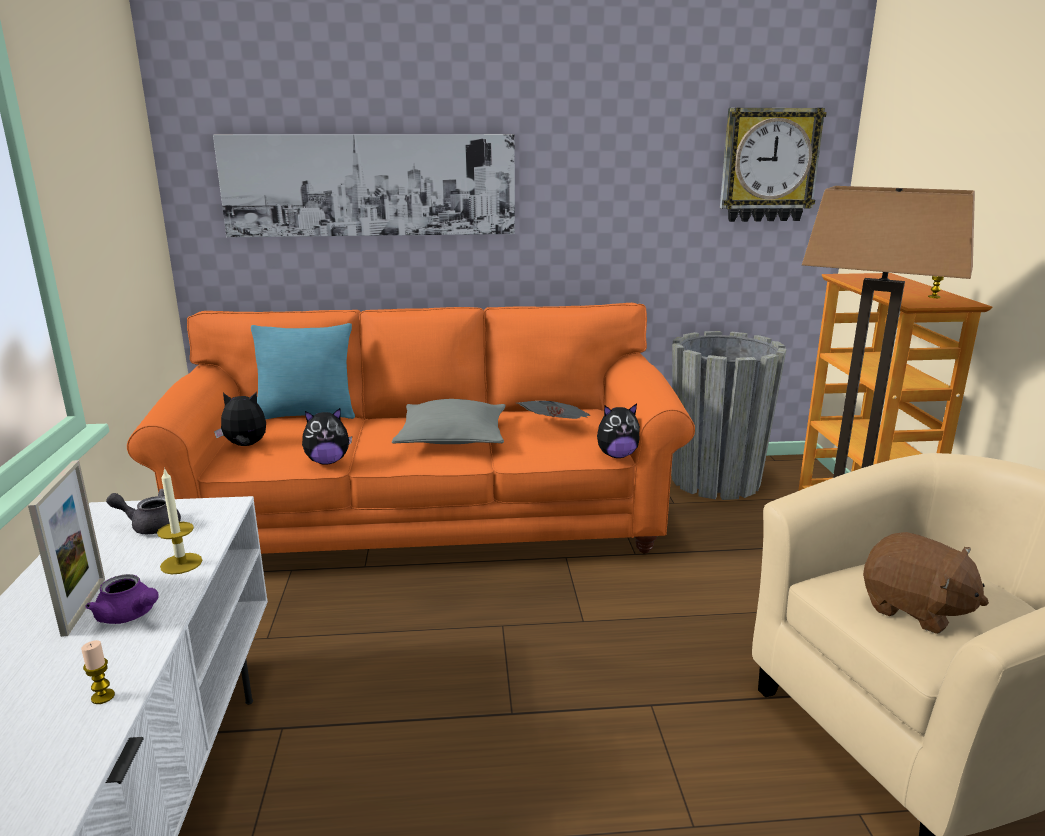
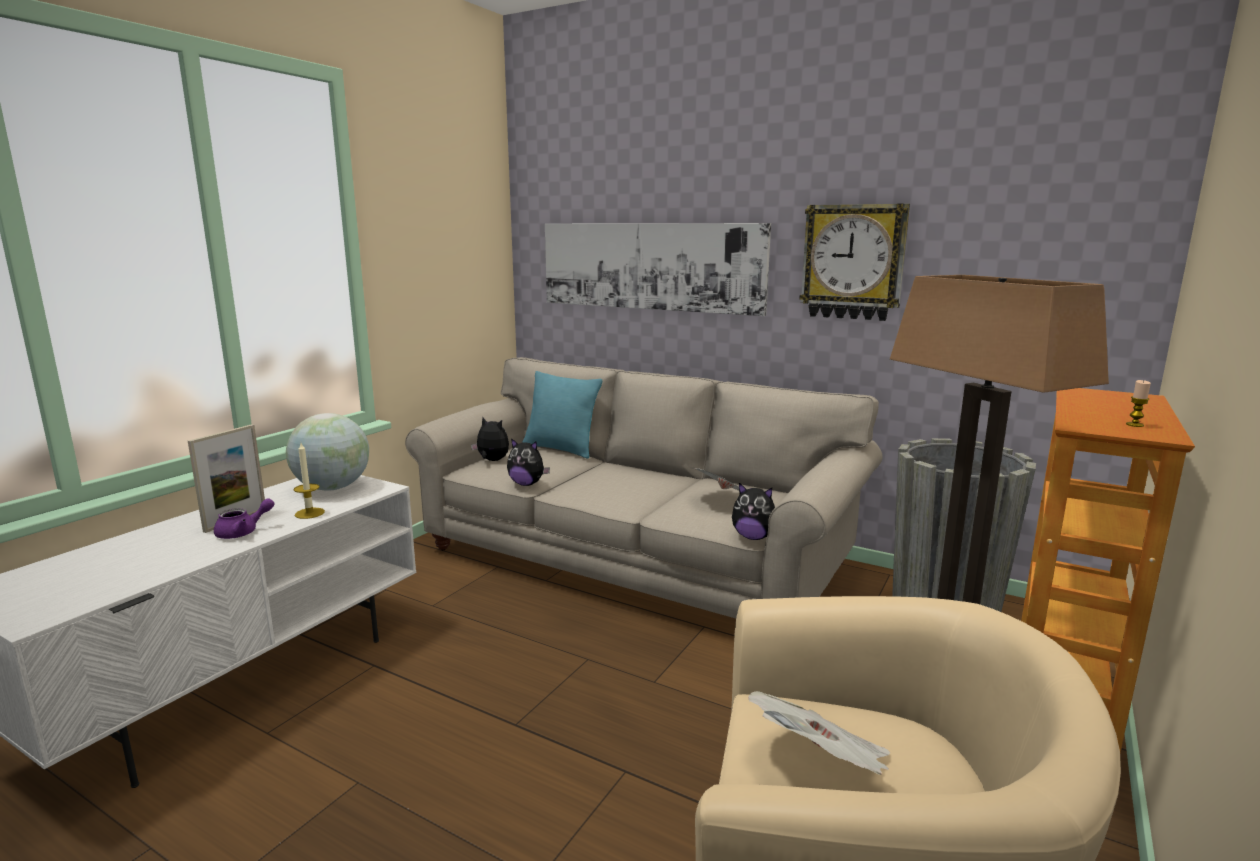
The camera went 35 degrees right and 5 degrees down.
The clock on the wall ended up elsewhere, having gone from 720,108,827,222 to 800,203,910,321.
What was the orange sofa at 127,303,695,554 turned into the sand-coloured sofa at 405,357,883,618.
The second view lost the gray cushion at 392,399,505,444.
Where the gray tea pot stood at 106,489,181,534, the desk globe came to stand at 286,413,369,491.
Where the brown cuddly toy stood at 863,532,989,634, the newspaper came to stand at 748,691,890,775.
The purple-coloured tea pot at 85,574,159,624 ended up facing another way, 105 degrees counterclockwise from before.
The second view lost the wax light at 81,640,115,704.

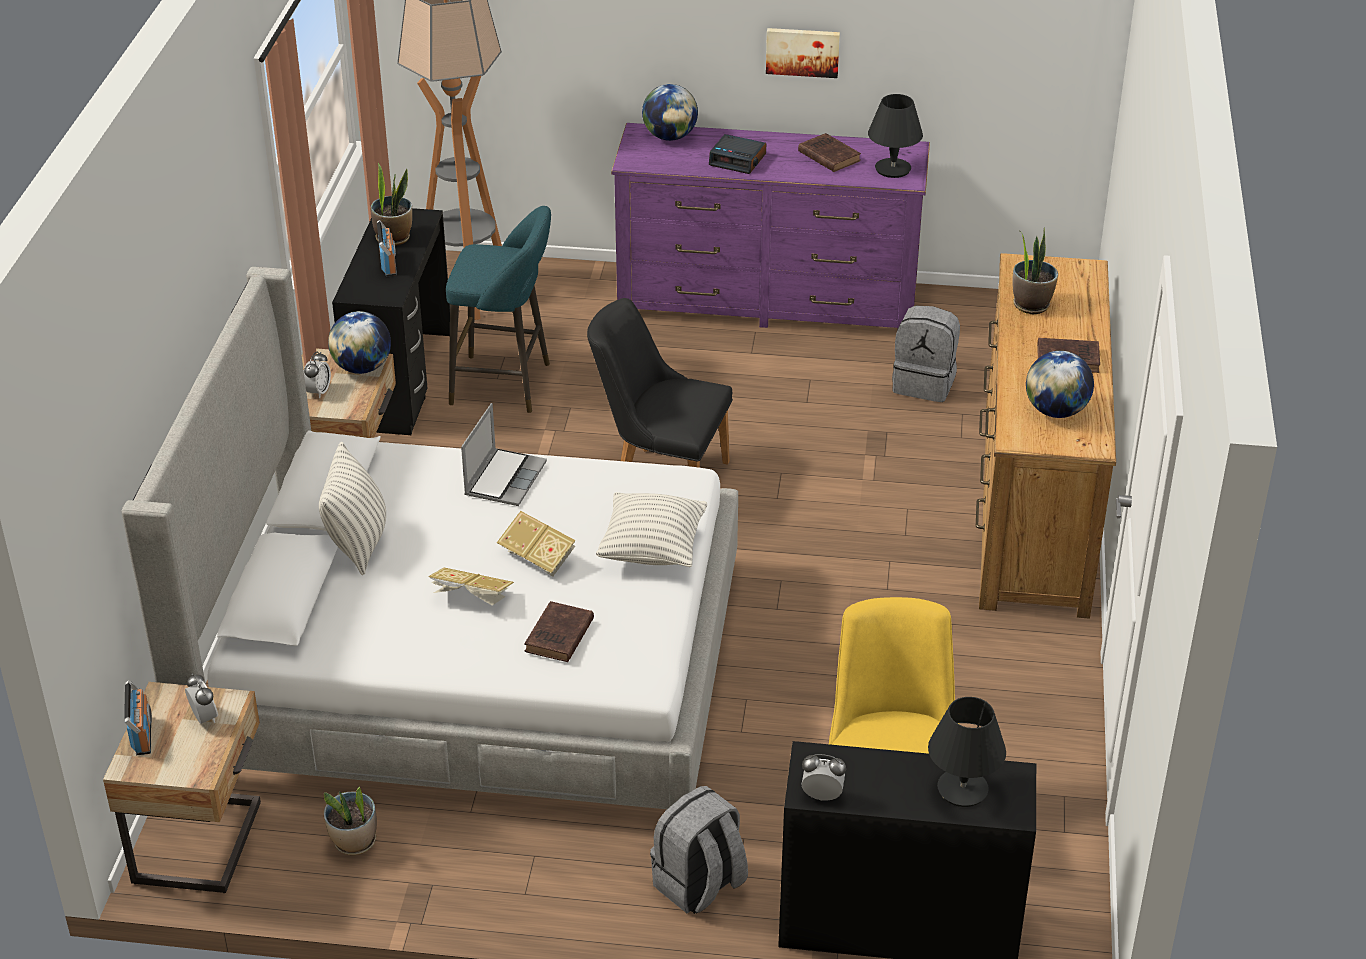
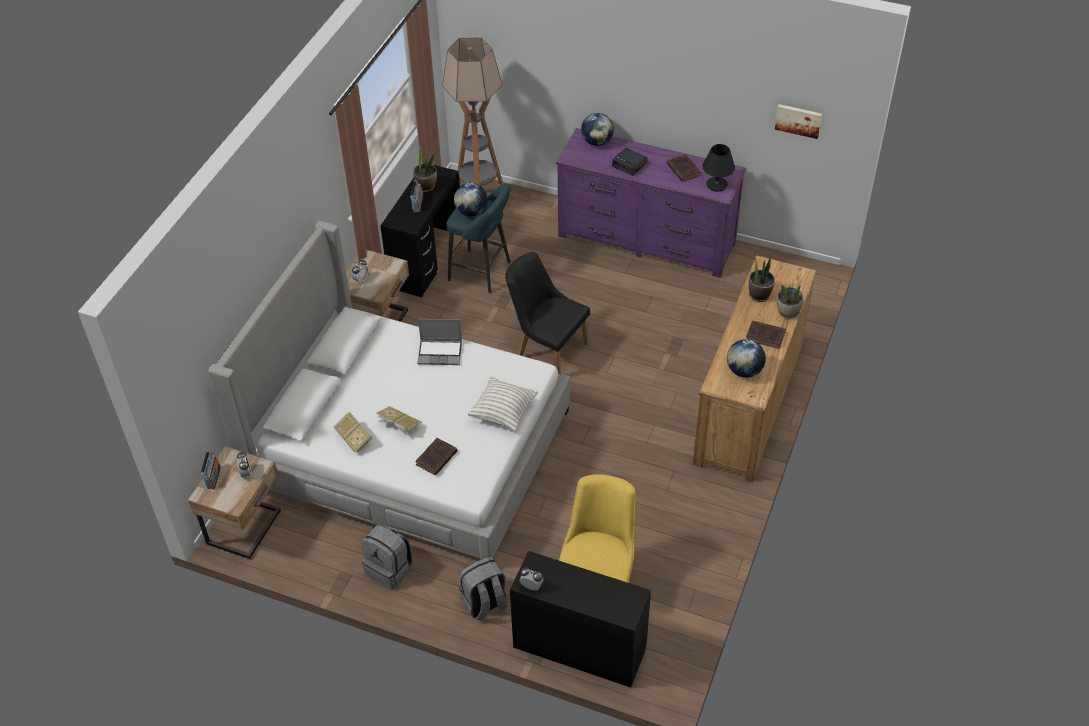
The camera went 15 degrees right and 10 degrees up.
The wall picture ended up elsewhere, having gone from 766,28,840,78 to 775,104,822,139.
The gray backpack ended up elsewhere, having gone from 892,306,960,402 to 361,525,413,589.
The desk globe ended up elsewhere, having gone from 328,311,391,374 to 454,183,487,217.
The portable computer at 461,403,547,506 ended up facing another way, 60 degrees clockwise from before.
The second view lost the cushion at 319,442,386,575.
The bound book ended up elsewhere, having gone from 497,511,576,577 to 334,411,372,453.
The second view lost the black-coloured tabletop lamp at 928,697,1006,807.
The houseplant ended up elsewhere, having gone from 324,787,377,855 to 777,285,803,319.

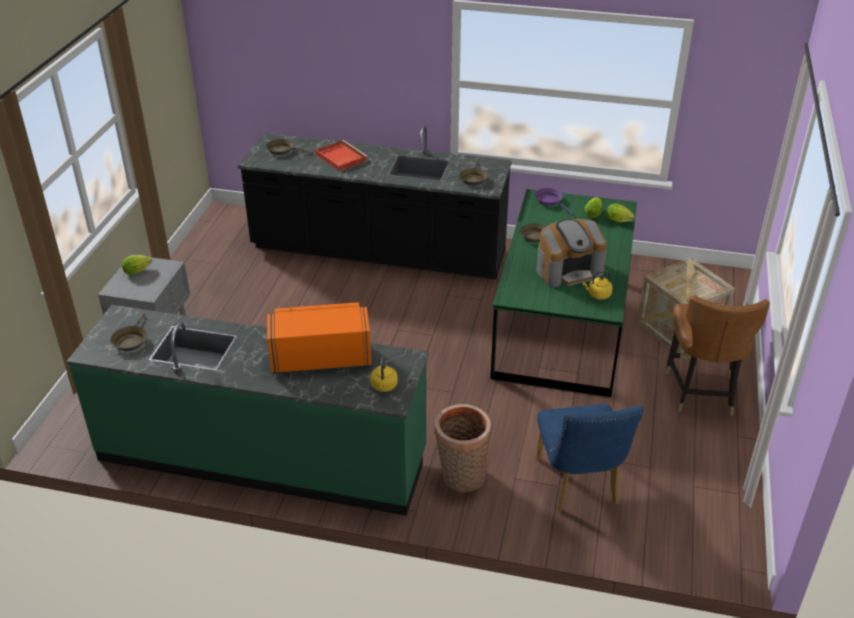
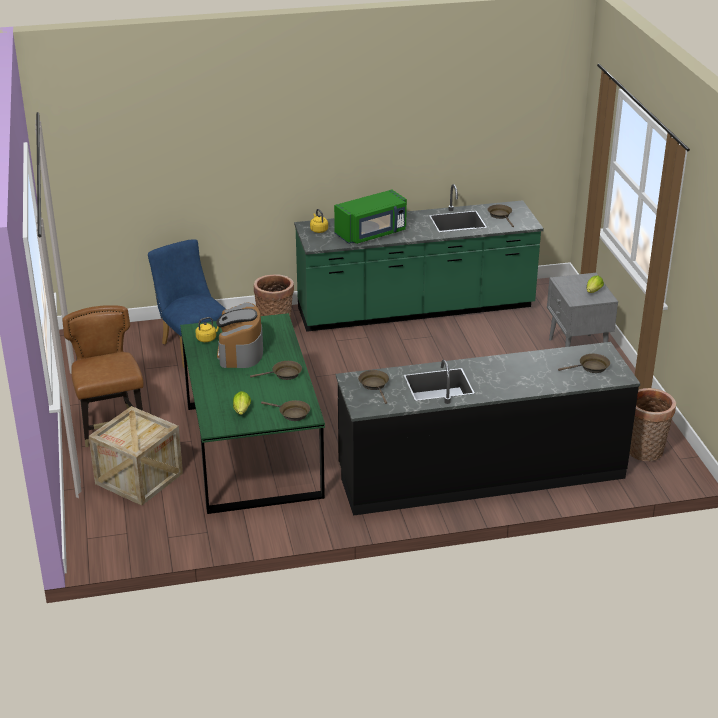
The camera went 155 degrees right and 5 degrees down.
The second view lost the reddish tray at 315,140,368,171.
What was the purple-coloured skillet at 534,188,574,215 turned into the brown skillet at 261,400,310,421.
The second view lost the lettuce at 606,203,635,222.
The coffee maker at 537,219,607,287 ended up facing another way, 45 degrees counterclockwise from before.
What was the orange microwave at 267,302,371,374 turned into the green-coloured microwave at 334,190,407,244.
The second view gained the basket at 629,388,676,461.

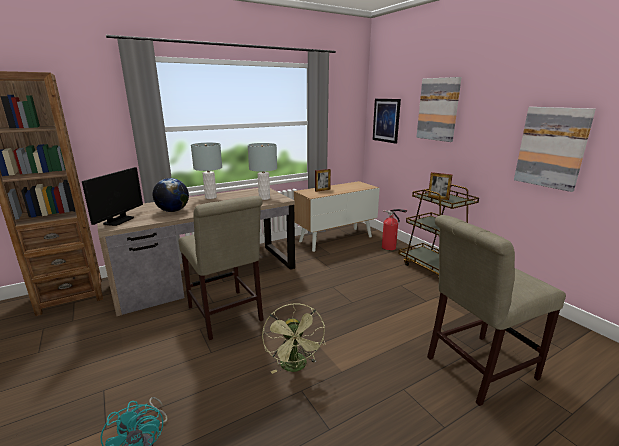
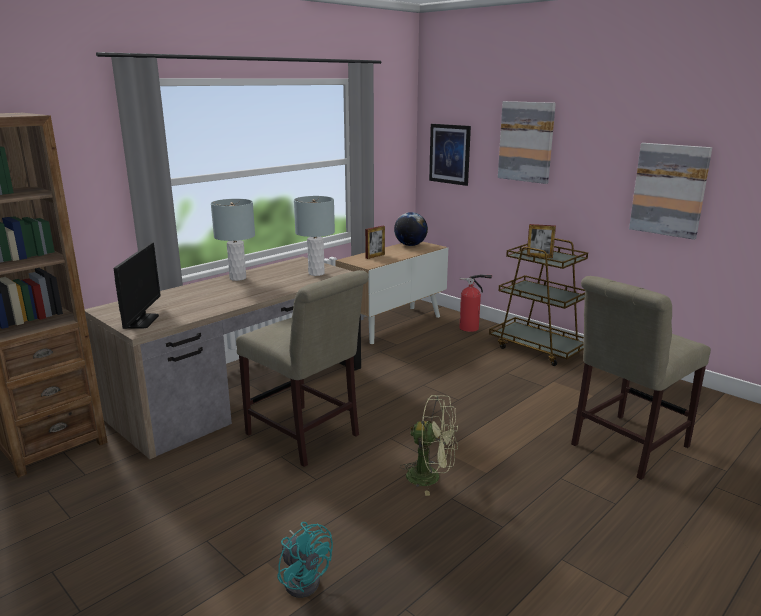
The camera went 15 degrees left and 0 degrees up.
The desk globe ended up elsewhere, having gone from 153,178,189,212 to 394,212,428,246.
The green-coloured electric fan at 262,303,325,374 ended up facing another way, 45 degrees counterclockwise from before.

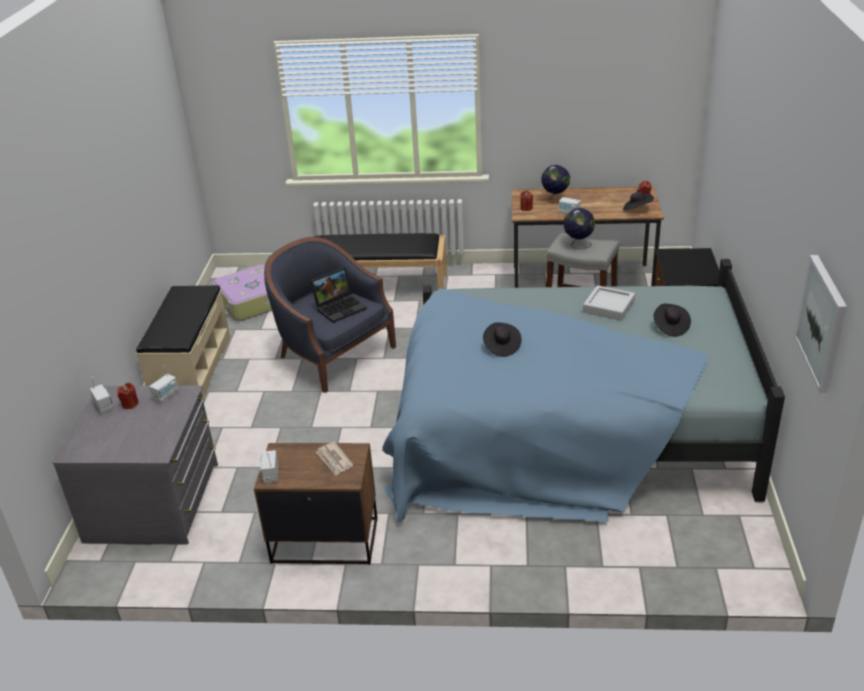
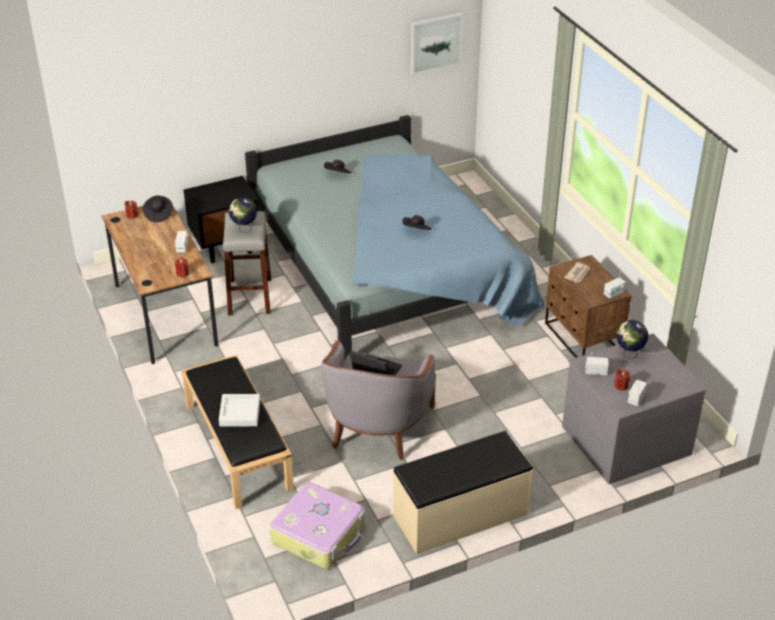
The camera went 120 degrees left and 5 degrees up.
The desk globe ended up elsewhere, having gone from 541,165,570,203 to 616,320,649,359.
What was the blue-coloured armchair at 264,237,396,393 turned into the gray armchair at 321,340,436,460.
The gray tray ended up elsewhere, having gone from 583,285,635,321 to 219,394,260,427.

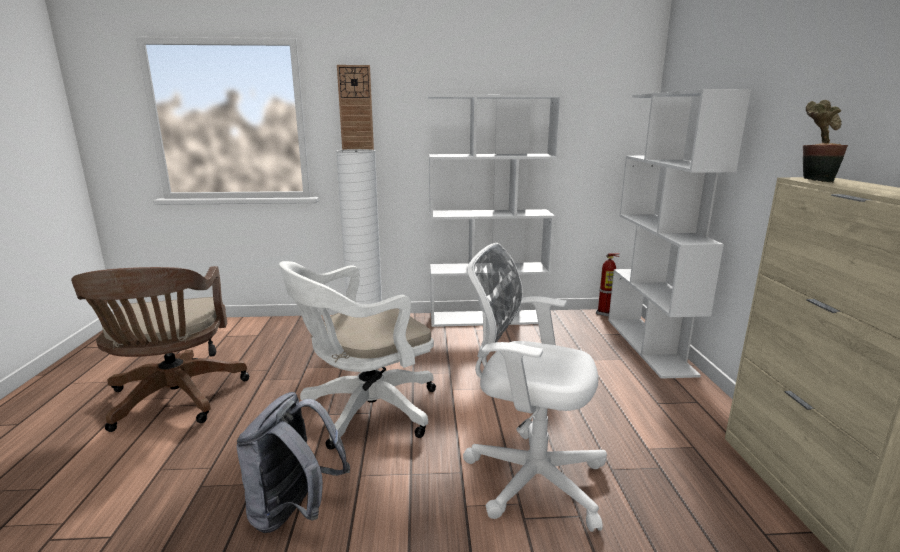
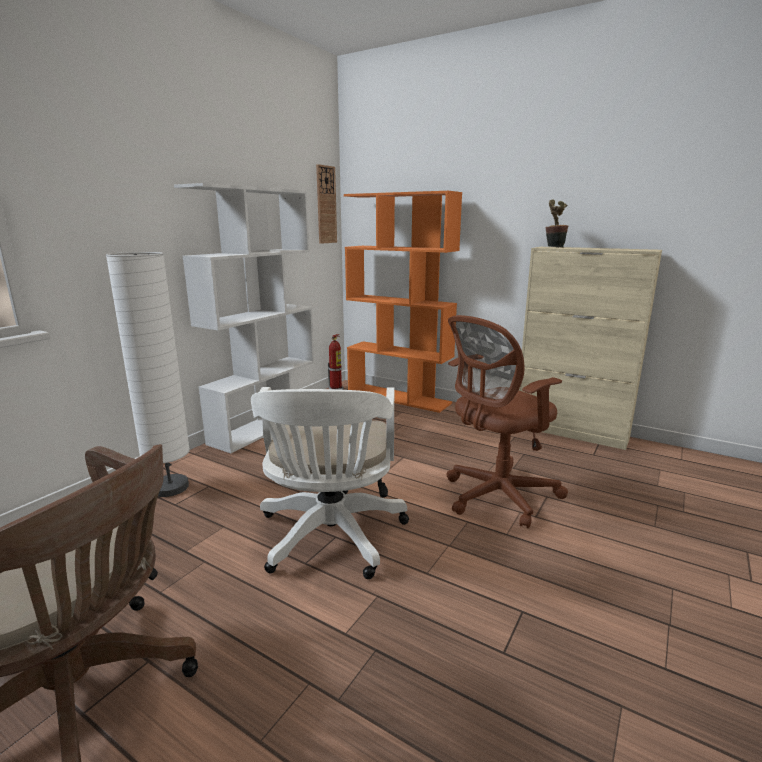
The camera went 55 degrees left and 0 degrees up.
The clock on the wall ended up elsewhere, having gone from 337,65,374,150 to 316,164,337,244.
What was the white-coloured bookshelf at 608,89,751,379 turned into the orange bookshelf at 344,191,462,413.
What was the white-coloured computer chair at 463,243,607,532 turned into the brown computer chair at 446,315,568,528.
The second view lost the gray backpack at 236,392,350,533.

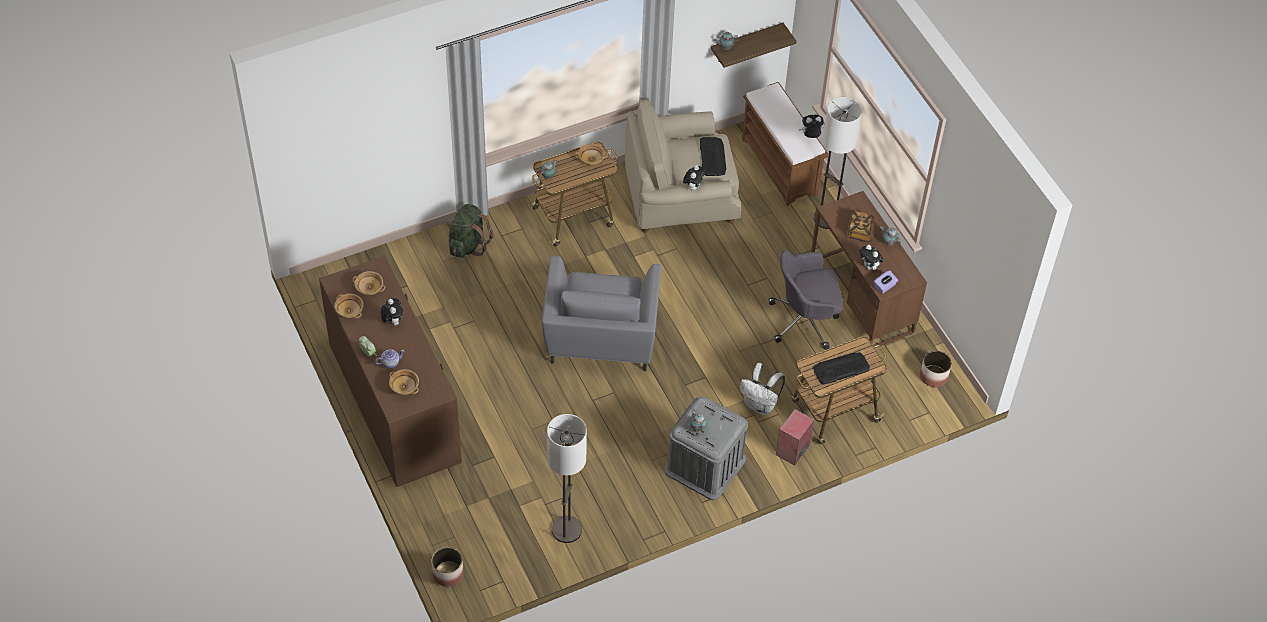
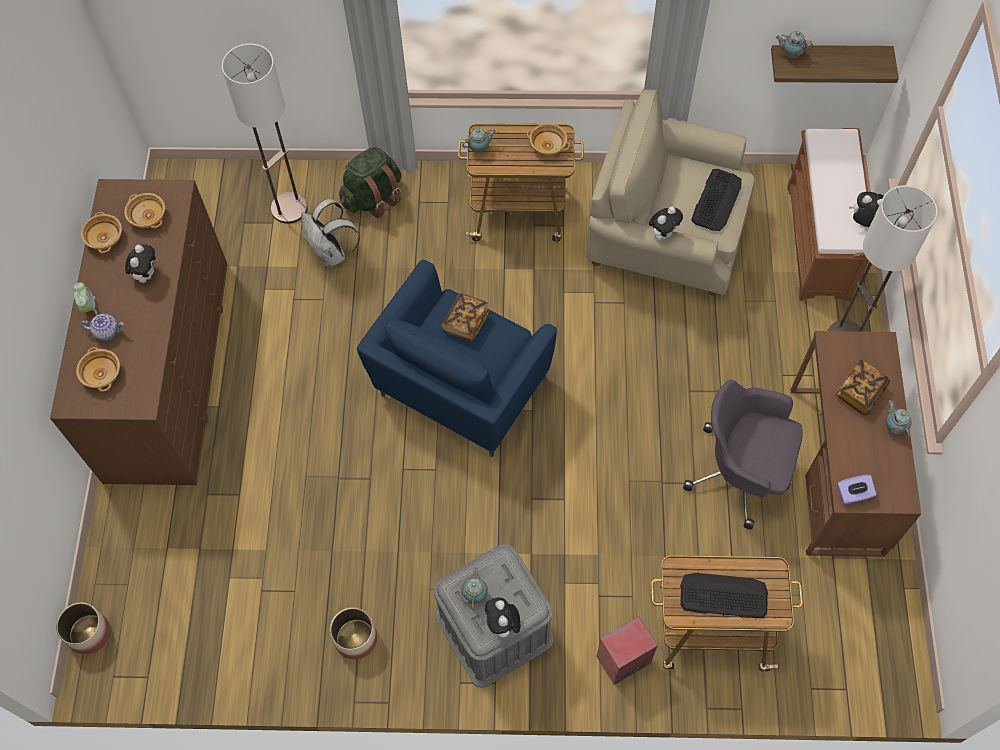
The camera went 30 degrees right and 10 degrees up.
The cuddly toy ended up elsewhere, having gone from 859,245,884,270 to 485,597,520,642.
What was the gray armchair at 542,256,661,371 turned into the blue-coloured armchair at 357,260,557,457.
The planter ended up elsewhere, having gone from 920,351,952,387 to 330,607,377,659.
The white-coloured backpack ended up elsewhere, having gone from 740,363,785,415 to 301,199,360,267.
The floor lamp ended up elsewhere, having gone from 547,414,587,543 to 222,43,308,224.
The second view gained the bound book at 441,293,489,341.

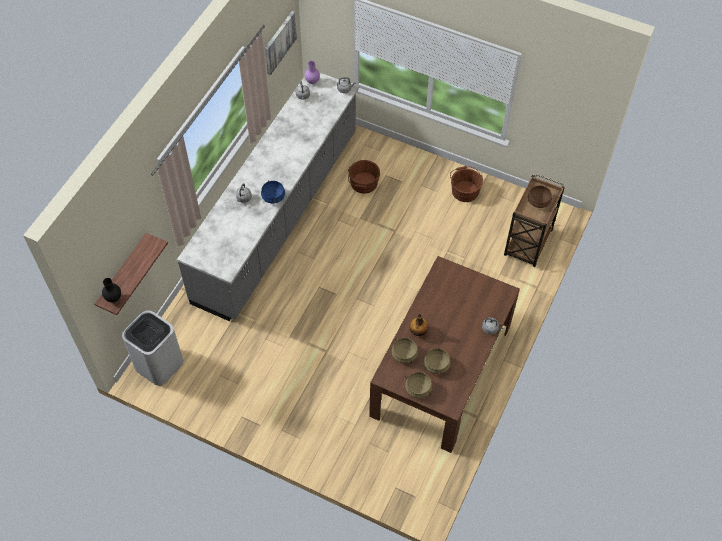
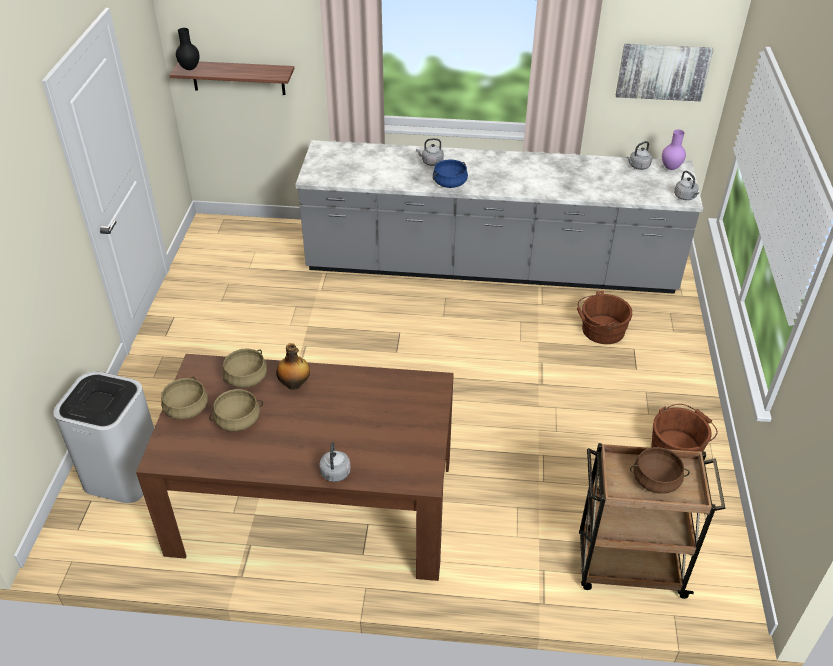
The camera went 70 degrees right and 15 degrees down.
The white-coloured waste bin ended up elsewhere, having gone from 122,311,183,385 to 53,371,154,503.

